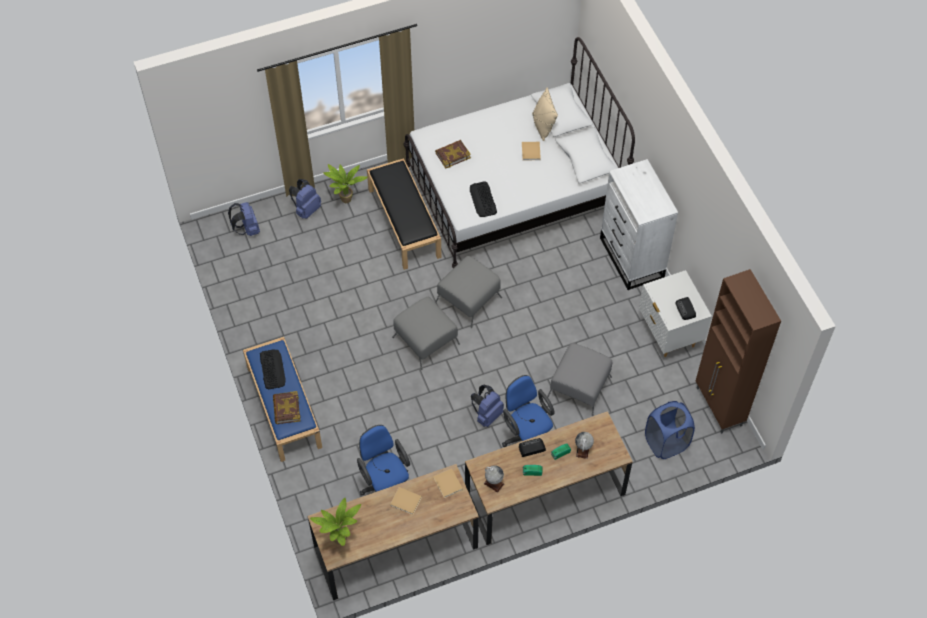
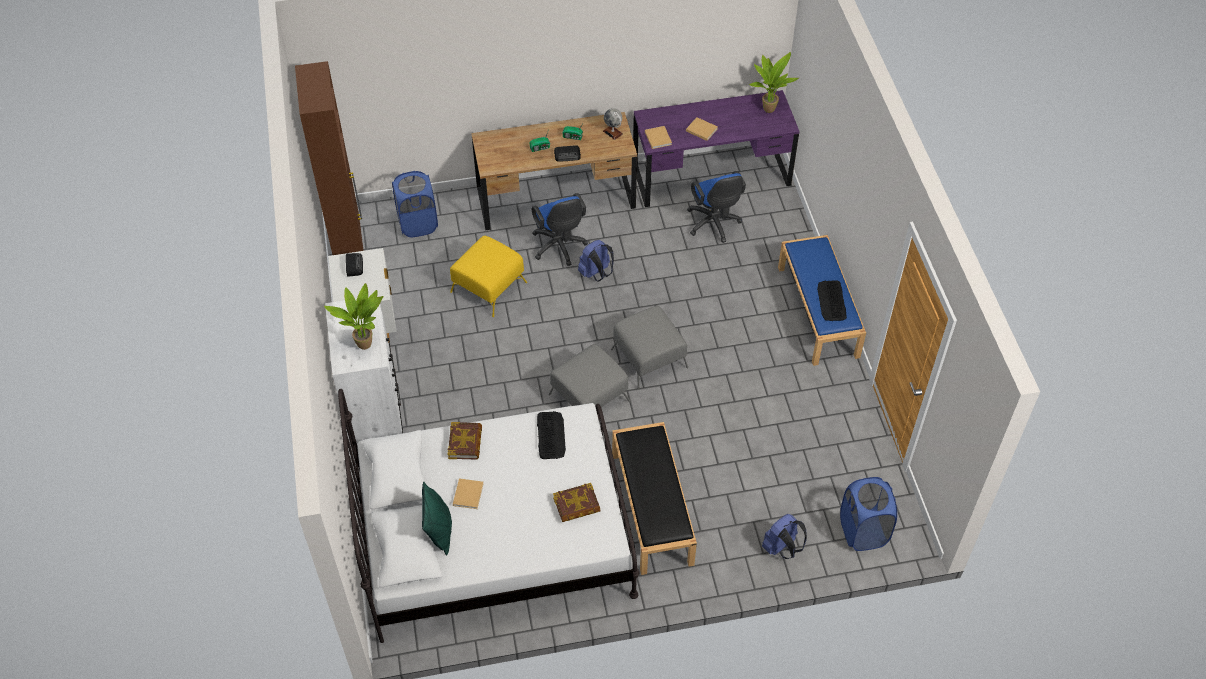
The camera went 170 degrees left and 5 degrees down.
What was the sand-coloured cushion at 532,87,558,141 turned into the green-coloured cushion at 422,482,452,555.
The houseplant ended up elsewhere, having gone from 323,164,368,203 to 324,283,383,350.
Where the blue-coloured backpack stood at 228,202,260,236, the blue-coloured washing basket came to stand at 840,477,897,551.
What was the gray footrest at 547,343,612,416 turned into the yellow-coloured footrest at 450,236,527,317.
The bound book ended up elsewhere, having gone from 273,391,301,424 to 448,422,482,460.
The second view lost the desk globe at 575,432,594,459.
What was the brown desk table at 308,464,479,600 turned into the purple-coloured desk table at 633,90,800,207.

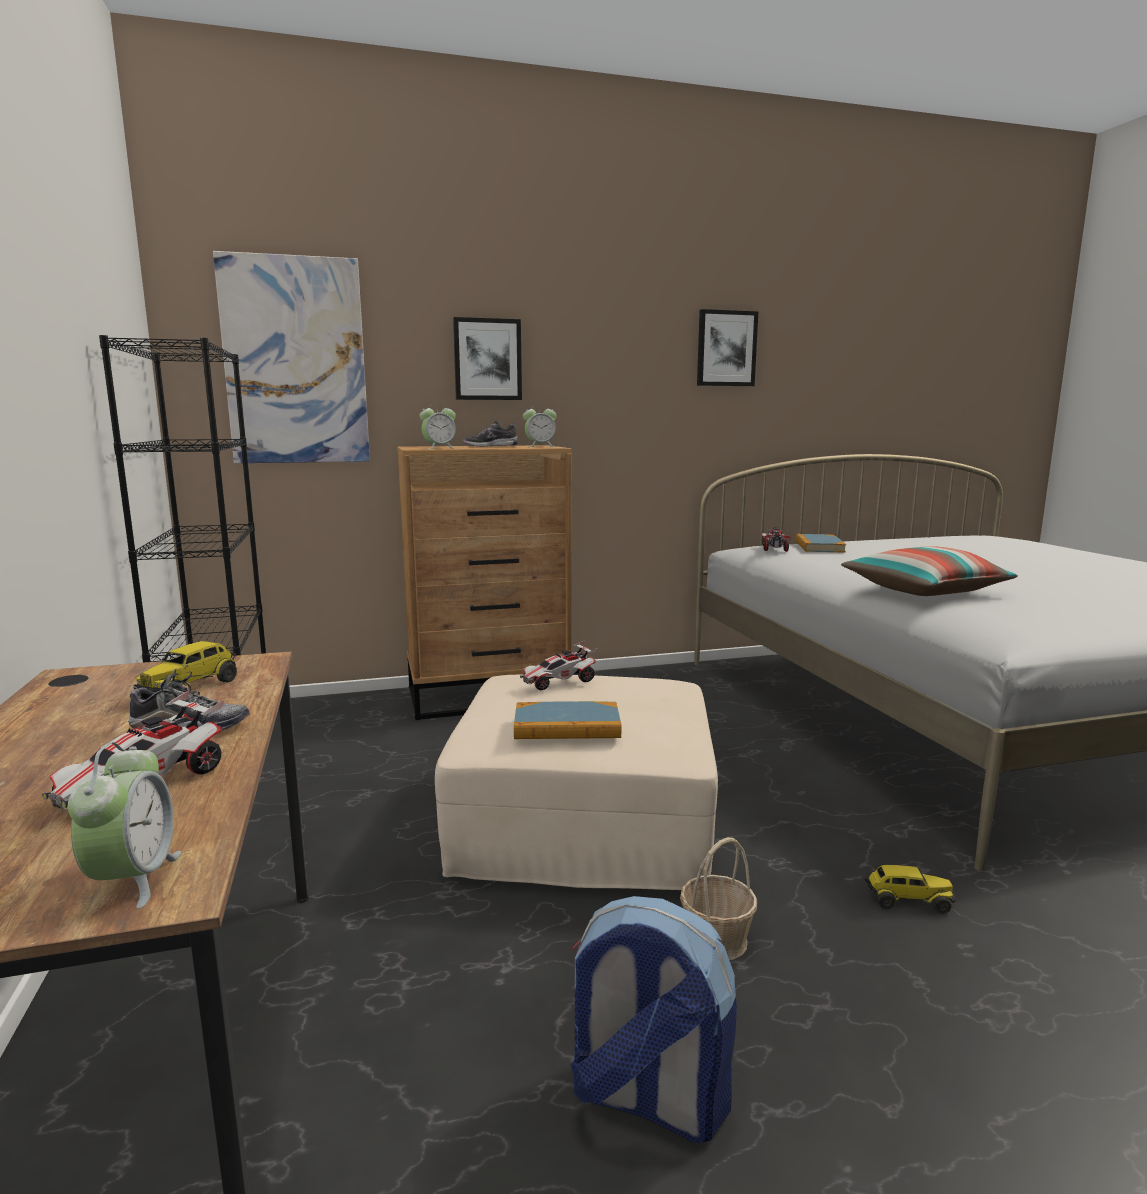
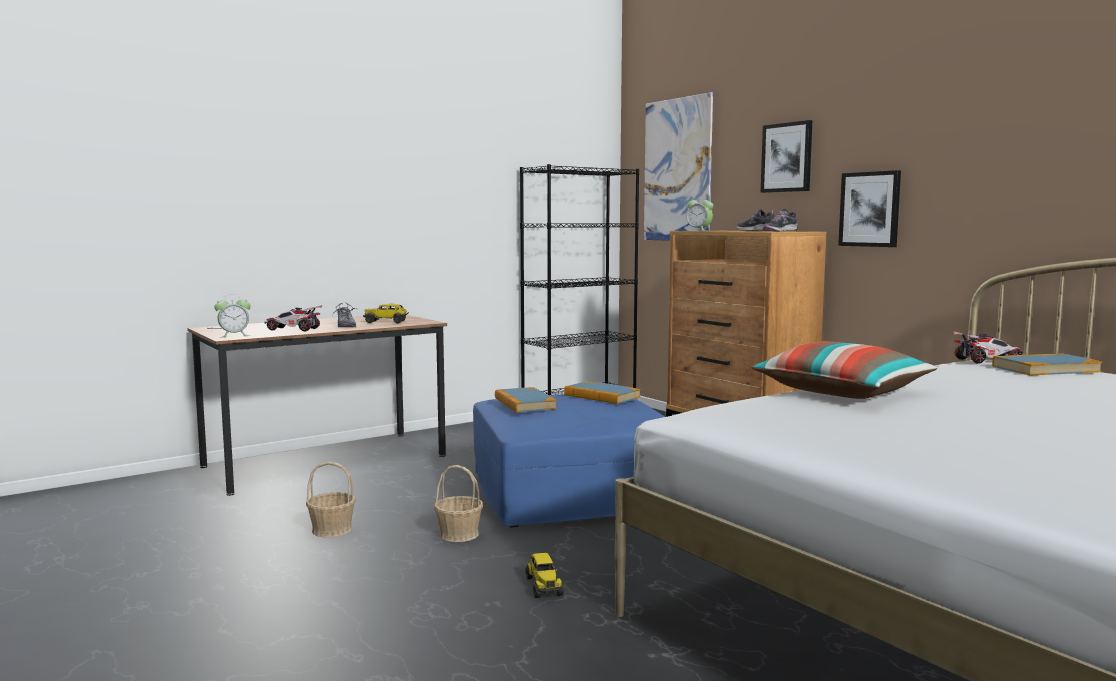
The camera went 70 degrees right and 5 degrees down.
The wall picture ended up elsewhere, having gone from 697,309,758,386 to 838,170,901,247.
Where the alarm clock stood at 523,403,557,447, the shoe came to stand at 763,209,798,231.
Where the miniature car stood at 520,641,599,690, the bound book came to stand at 564,381,641,404.
What was the sand-coloured footrest at 435,674,718,890 turned into the blue-coloured footrest at 473,394,665,527.
Where the backpack stood at 571,896,737,1143, the basket came to stand at 306,461,356,537.

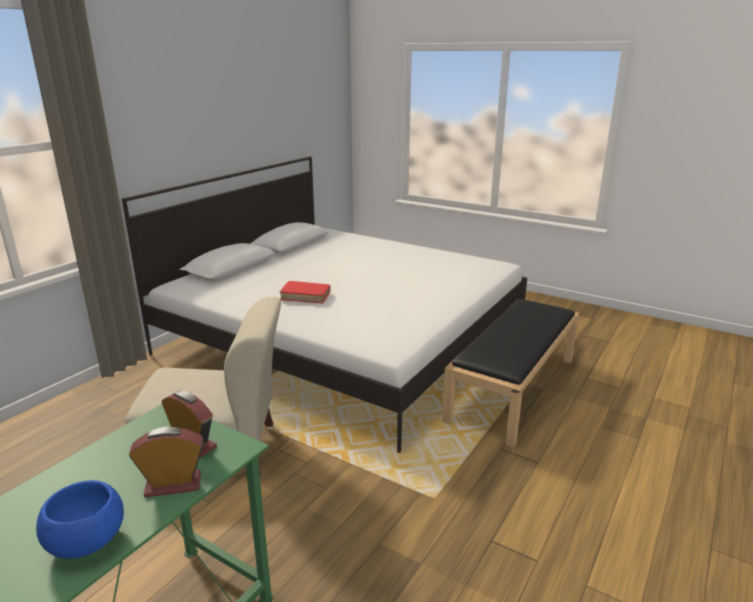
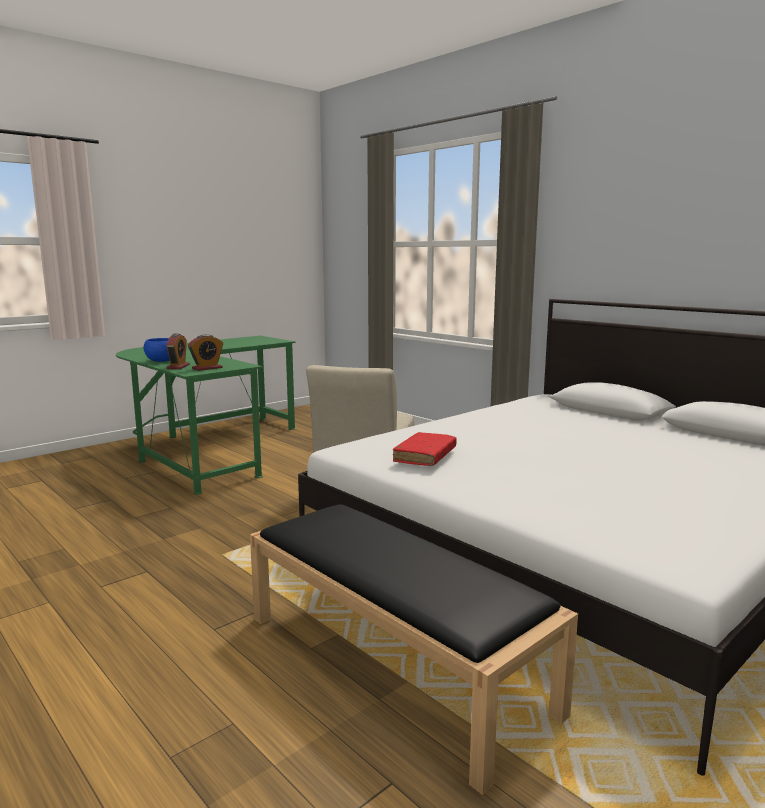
The camera went 105 degrees right and 10 degrees down.
The reddish bound book ended up elsewhere, having gone from 280,281,331,304 to 393,432,457,466.

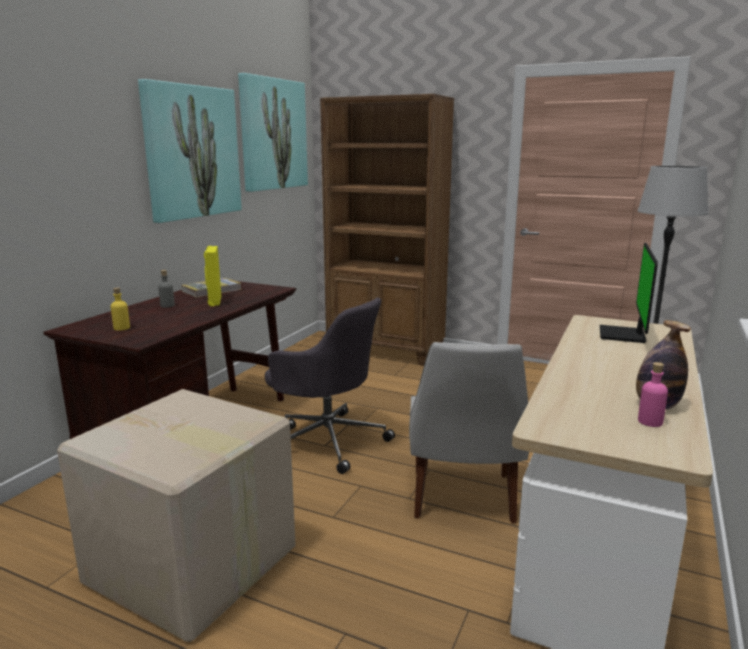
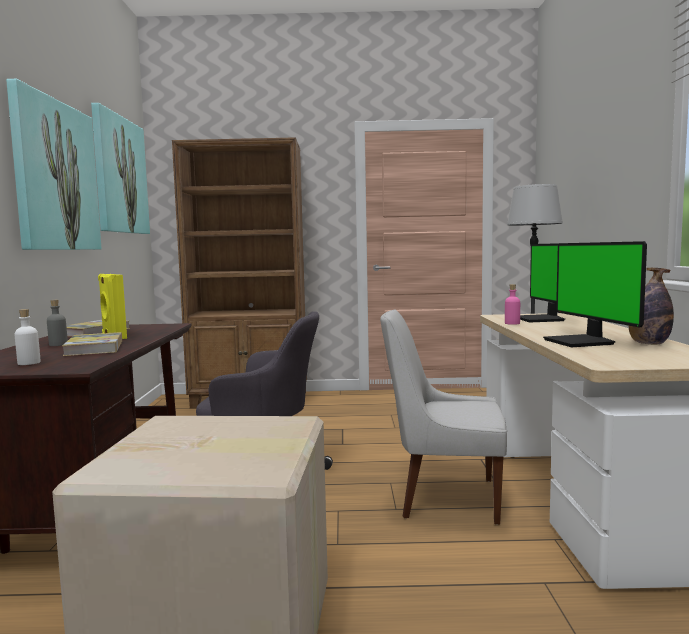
The camera went 25 degrees left and 10 degrees down.
What was the yellow-coloured beverage bottle at 111,287,130,331 turned into the white-coloured beverage bottle at 15,309,41,365.
The white-coloured plain chair at 409,342,529,524 ended up facing another way, 120 degrees clockwise from before.
The pinkish beverage bottle ended up elsewhere, having gone from 638,362,668,427 to 505,284,520,325.
The second view gained the computer display at 543,241,647,347.
The second view gained the bound book at 62,332,122,356.

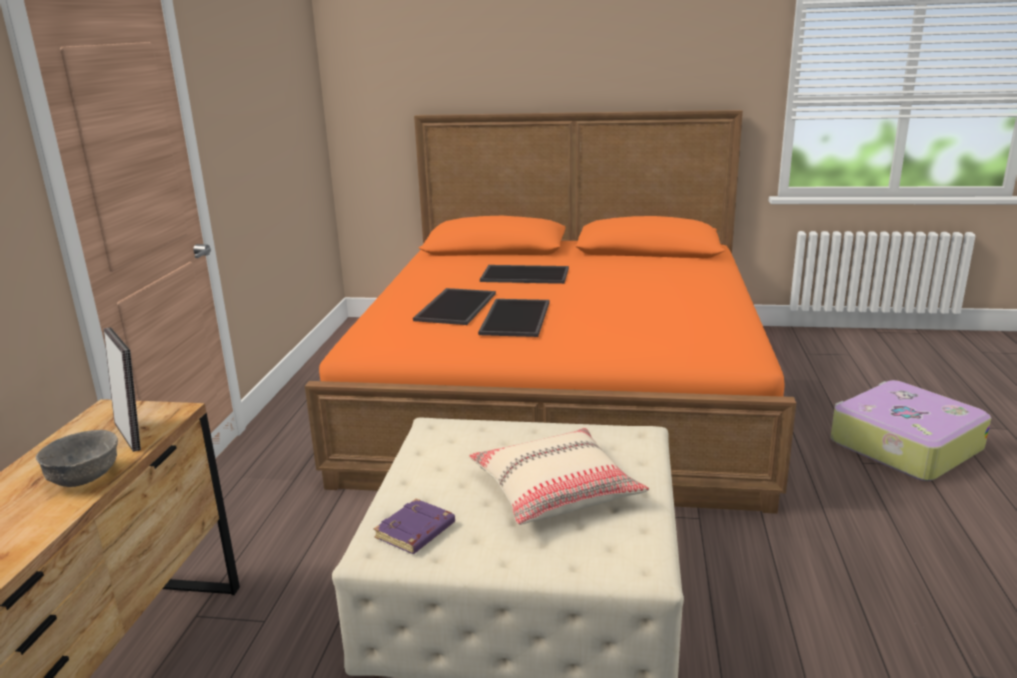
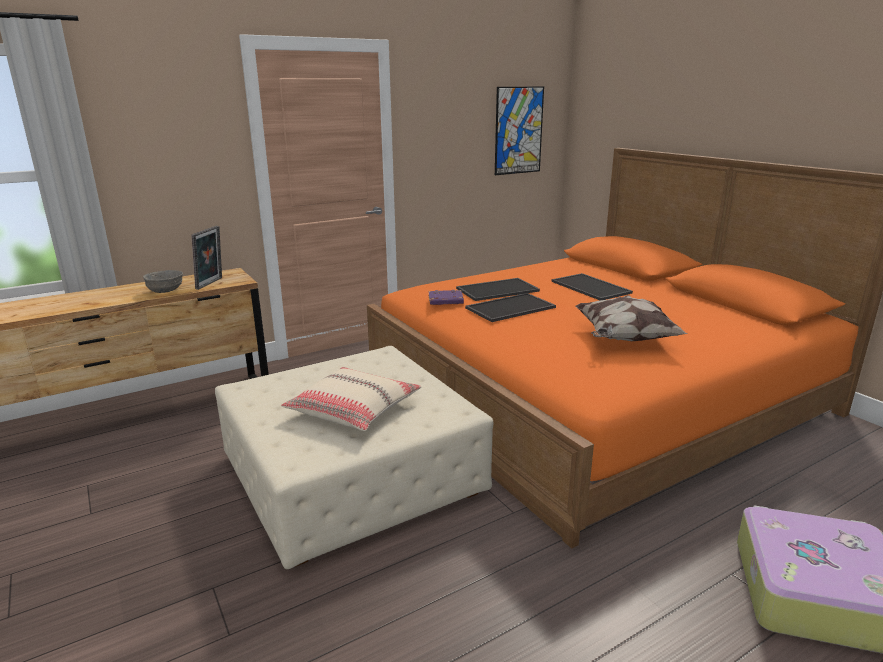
The camera went 50 degrees right and 0 degrees up.
The purple-coloured bound book ended up elsewhere, having gone from 374,499,455,554 to 428,290,464,305.
The second view gained the wall picture at 495,87,544,175.
The second view gained the cushion at 575,295,688,341.

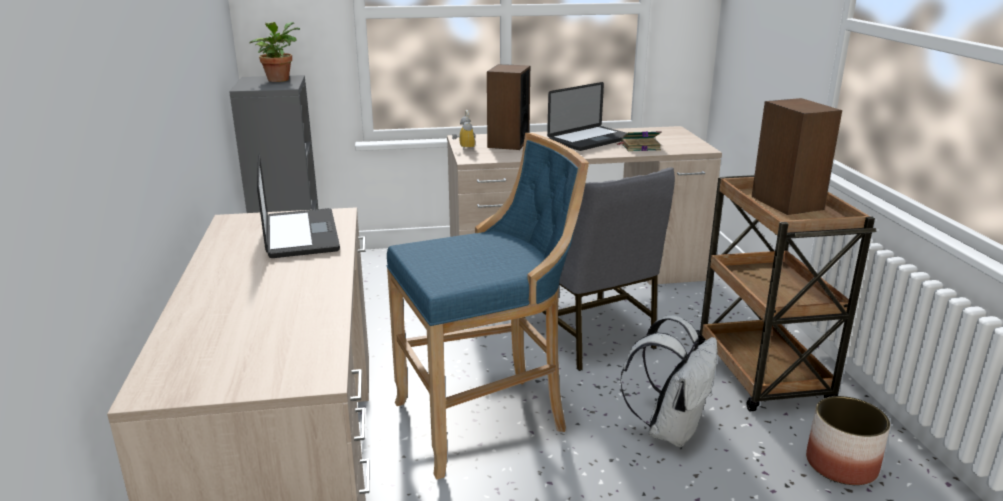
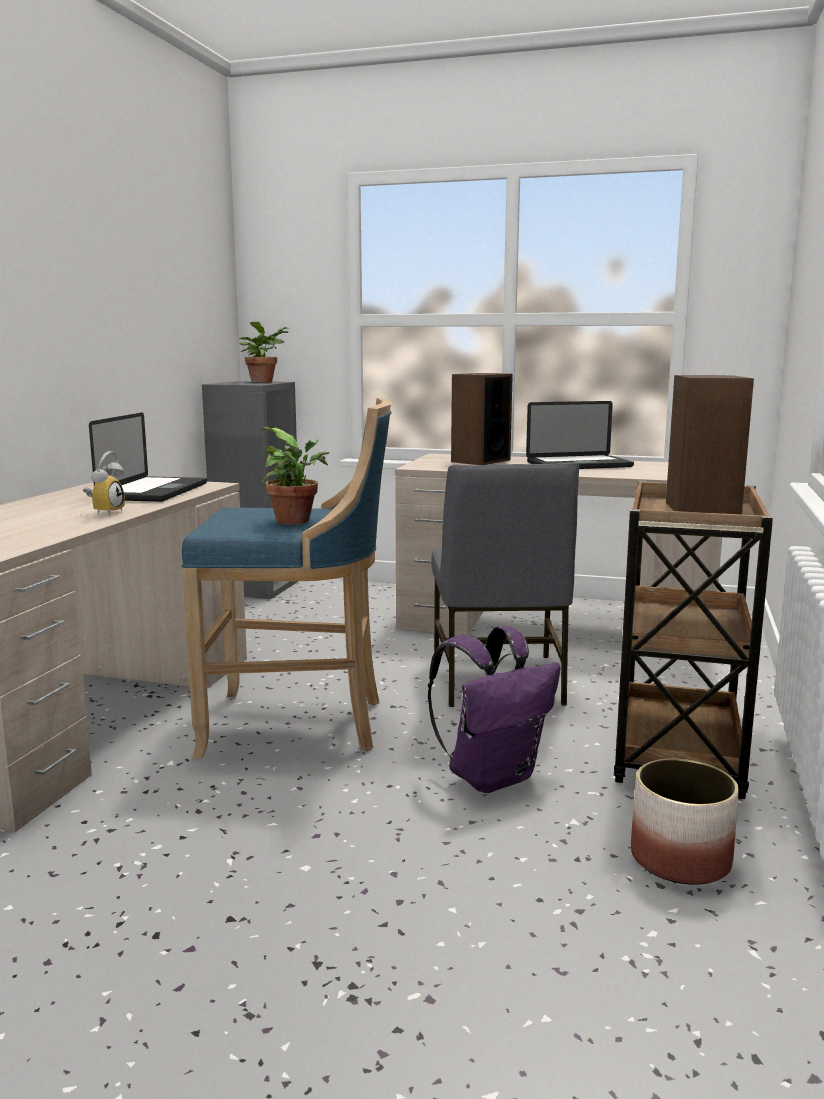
The camera went 25 degrees right and 10 degrees down.
The alarm clock ended up elsewhere, having gone from 452,110,475,150 to 83,451,125,515.
The second view lost the bound book at 616,131,662,151.
What was the white-coloured backpack at 620,315,717,447 turned into the purple-coloured backpack at 428,626,560,793.
The second view gained the houseplant at 260,427,329,525.

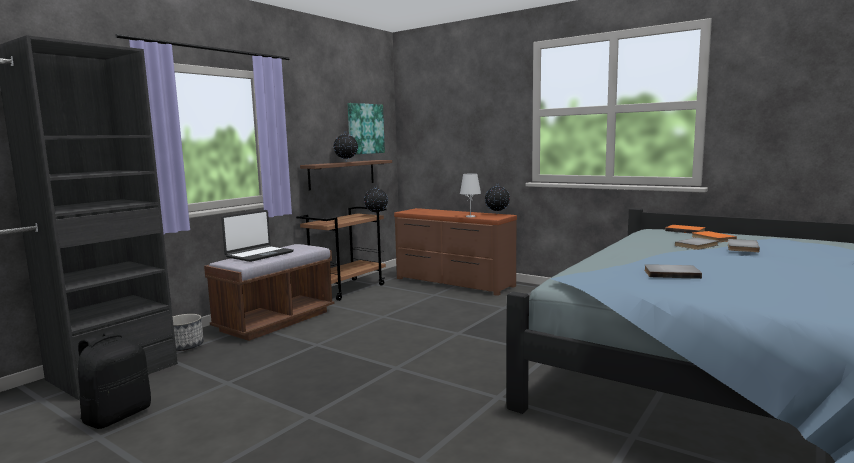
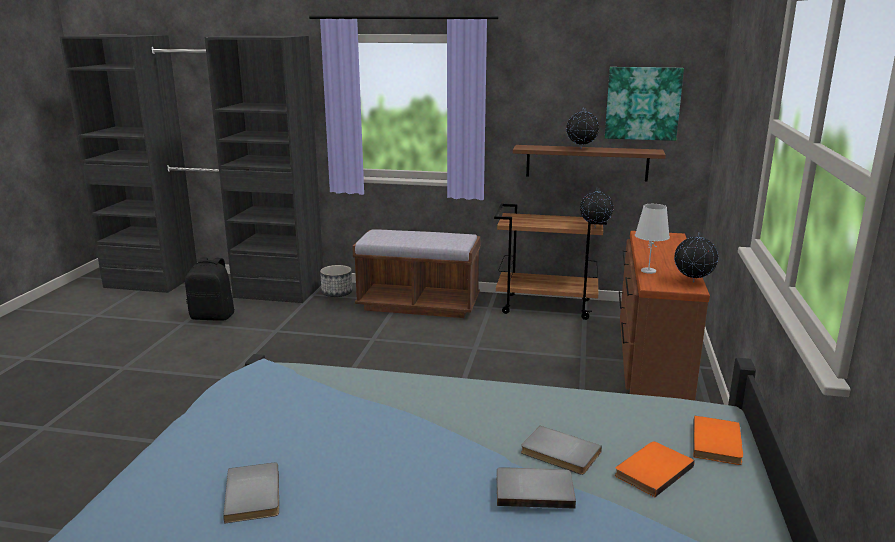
The camera went 65 degrees right and 10 degrees up.
The second view lost the portable computer at 221,210,294,262.
The gray bound book ended up elsewhere, having gone from 644,264,702,279 to 223,463,279,523.

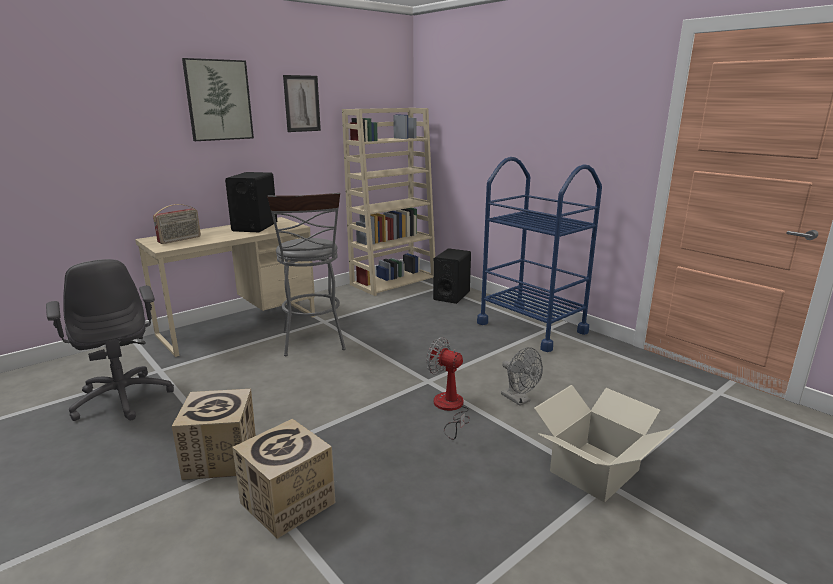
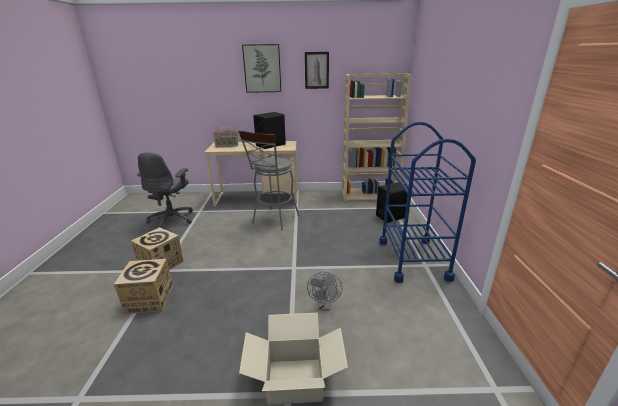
The camera went 40 degrees right and 5 degrees up.
The second view lost the electric fan at 426,337,470,440.

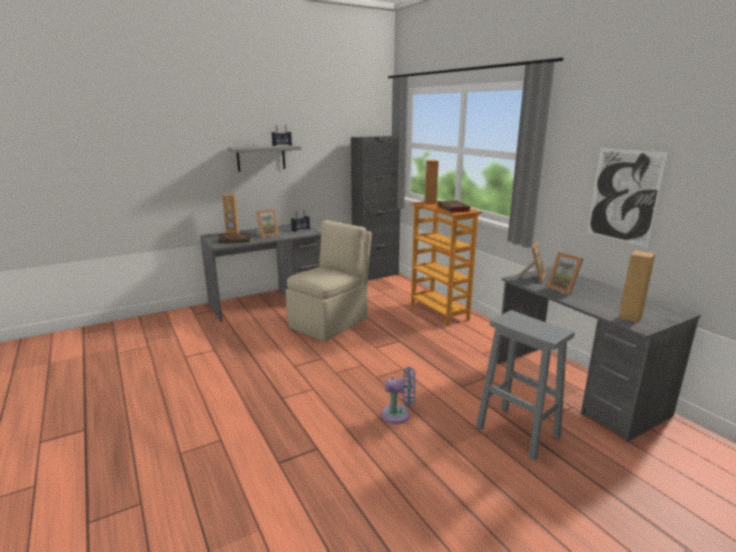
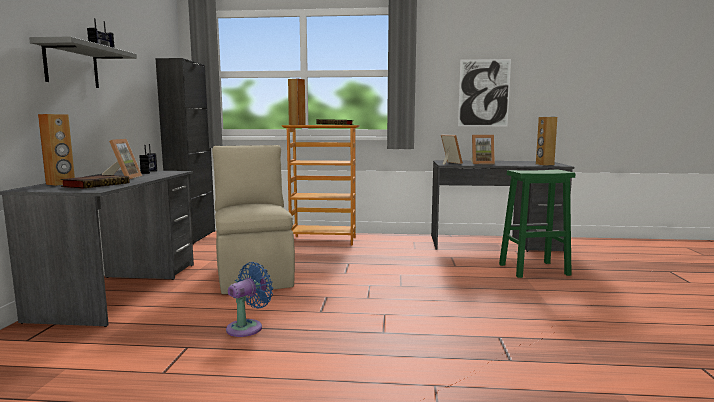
The camera went 55 degrees left and 10 degrees down.
What was the gray stool at 476,310,575,461 turned into the green-coloured stool at 499,169,575,278.
The blue-coloured electric fan ended up elsewhere, having gone from 382,367,416,424 to 226,262,273,337.

